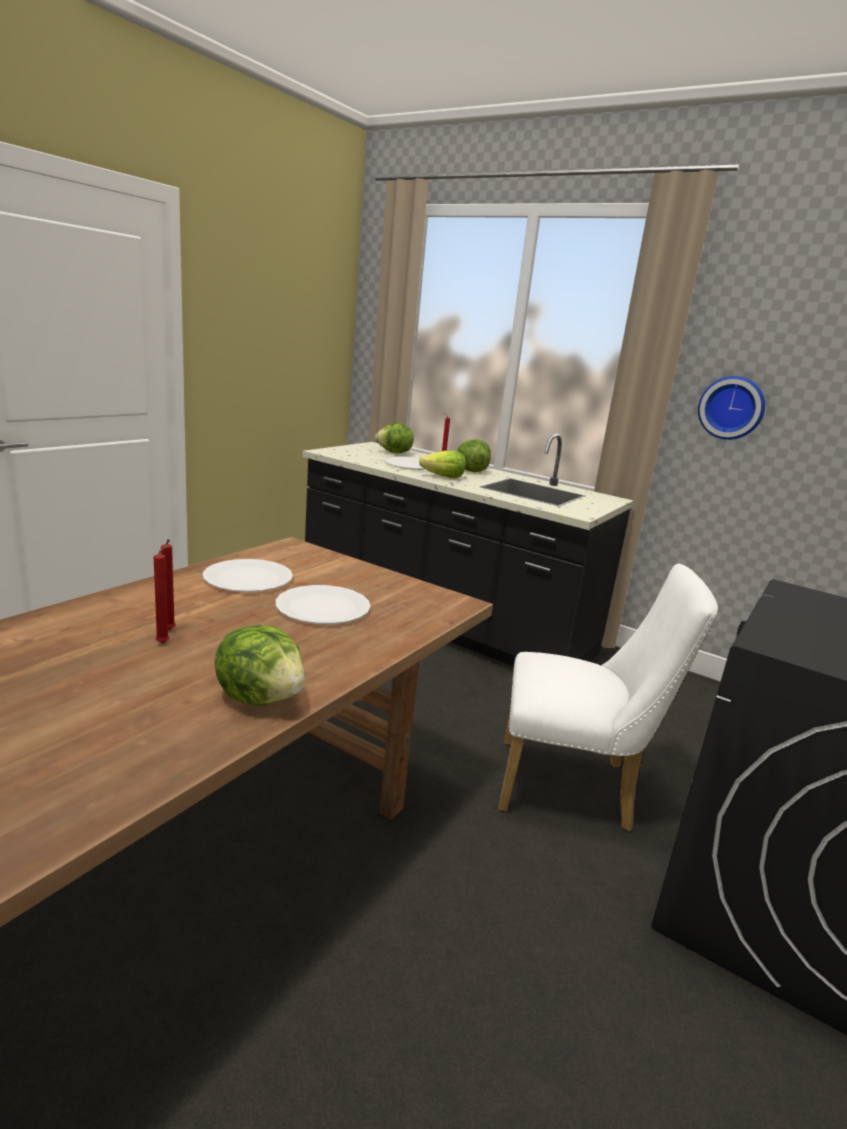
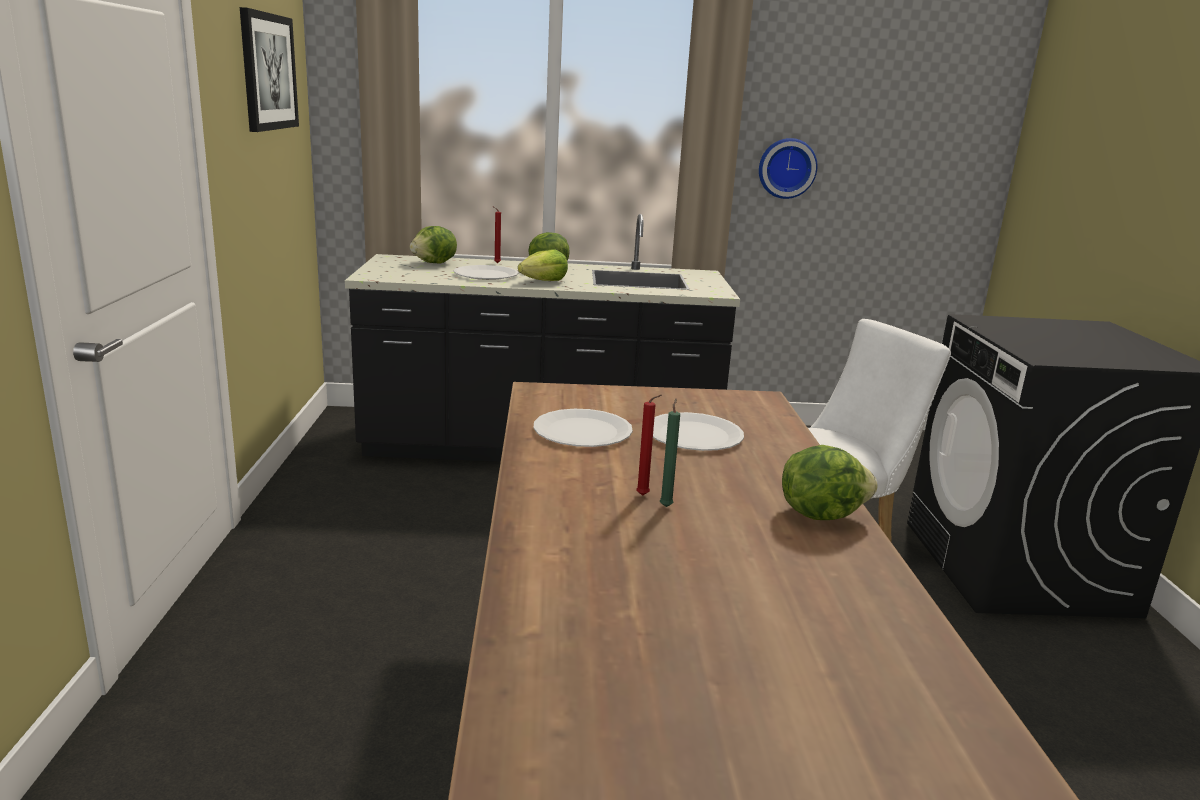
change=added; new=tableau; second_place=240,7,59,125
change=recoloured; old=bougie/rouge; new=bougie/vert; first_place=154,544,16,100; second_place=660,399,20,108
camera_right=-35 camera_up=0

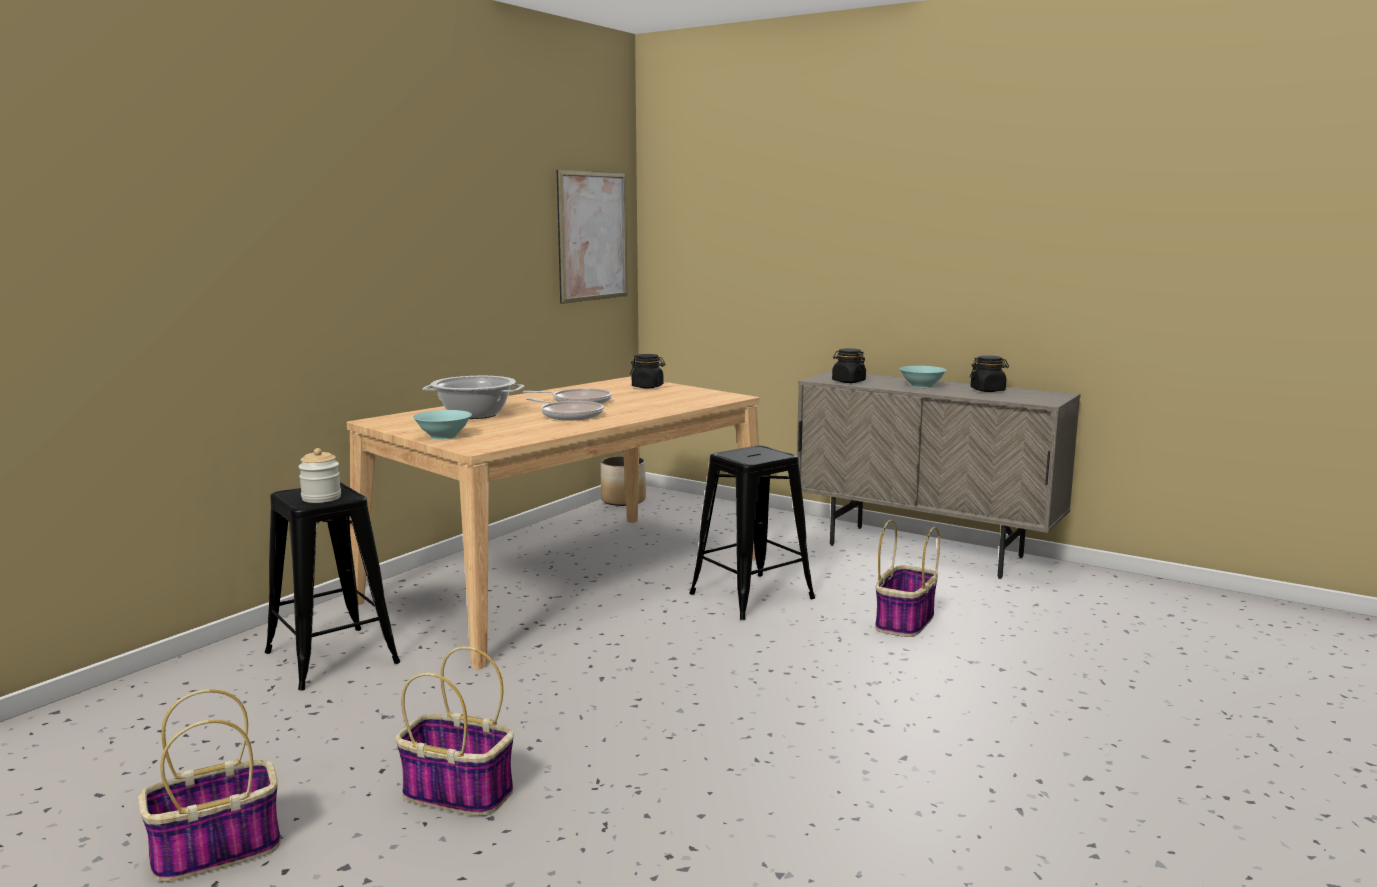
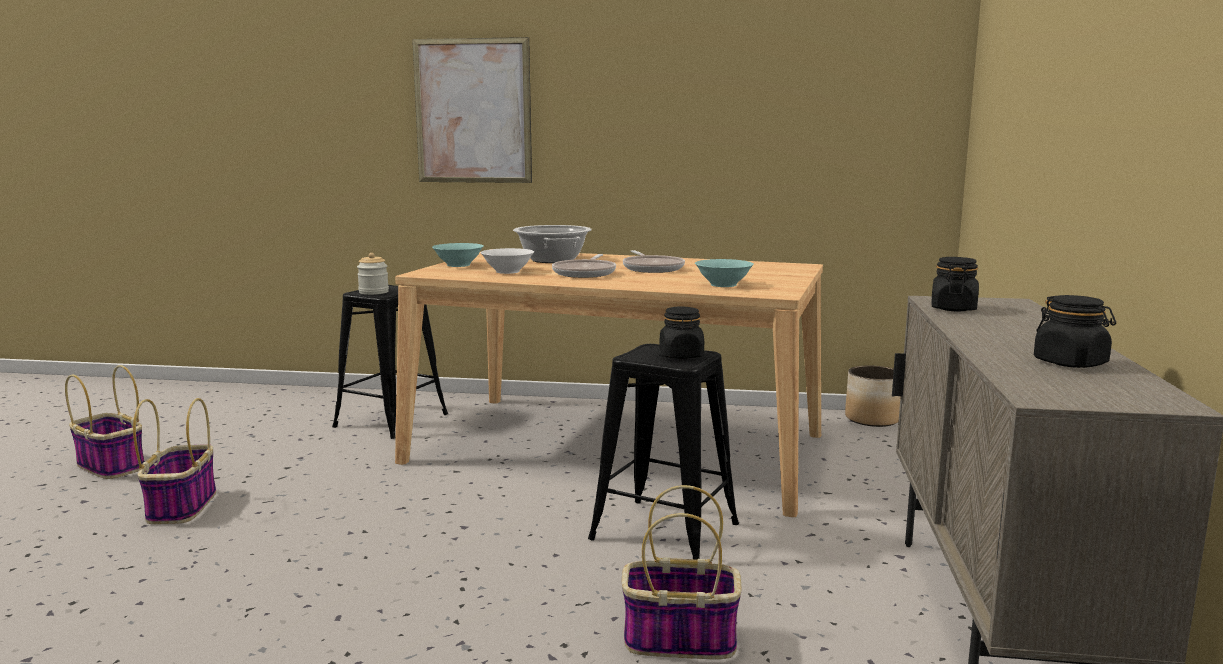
change=moved; old=tableau; first_place=557,169,71,135; second_place=412,37,120,146
change=added; new=bol/blanc; second_place=480,248,54,26
change=moved; old=bocal/noir; first_place=630,354,36,34; second_place=659,306,45,53
change=moved; old=bol/turquoise; first_place=899,366,48,22; second_place=695,259,59,28
camera_right=65 camera_up=0

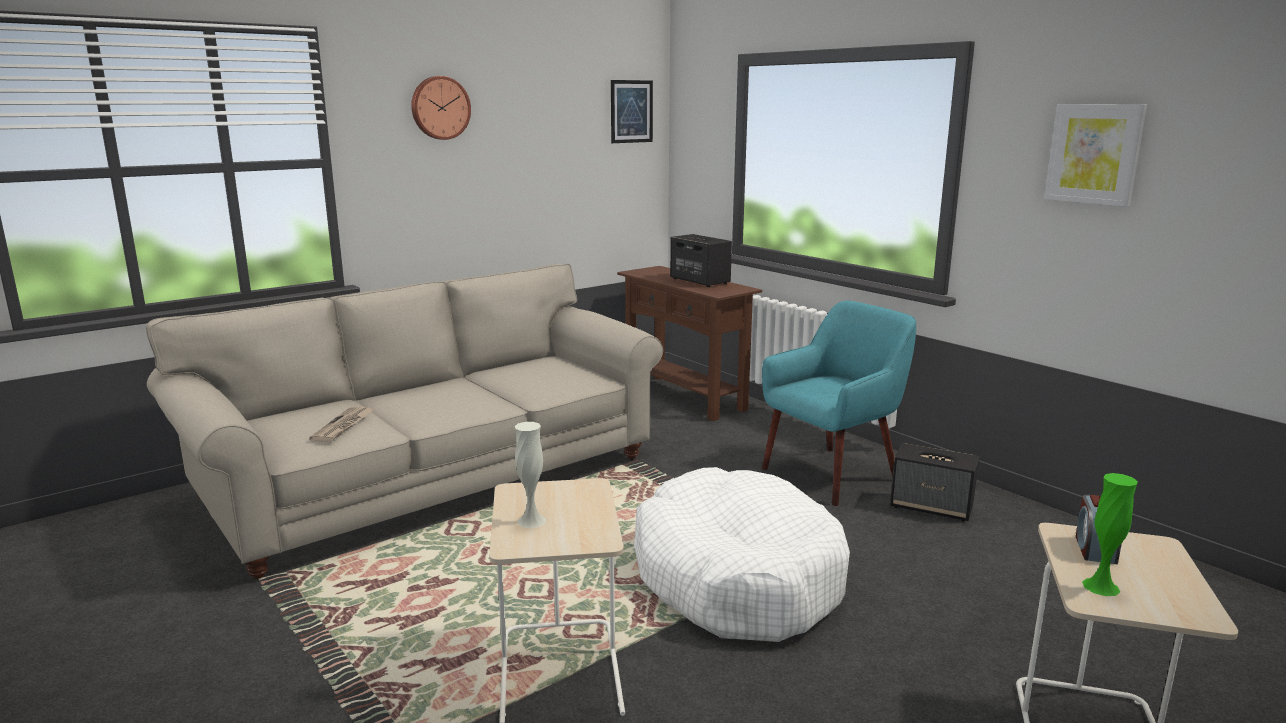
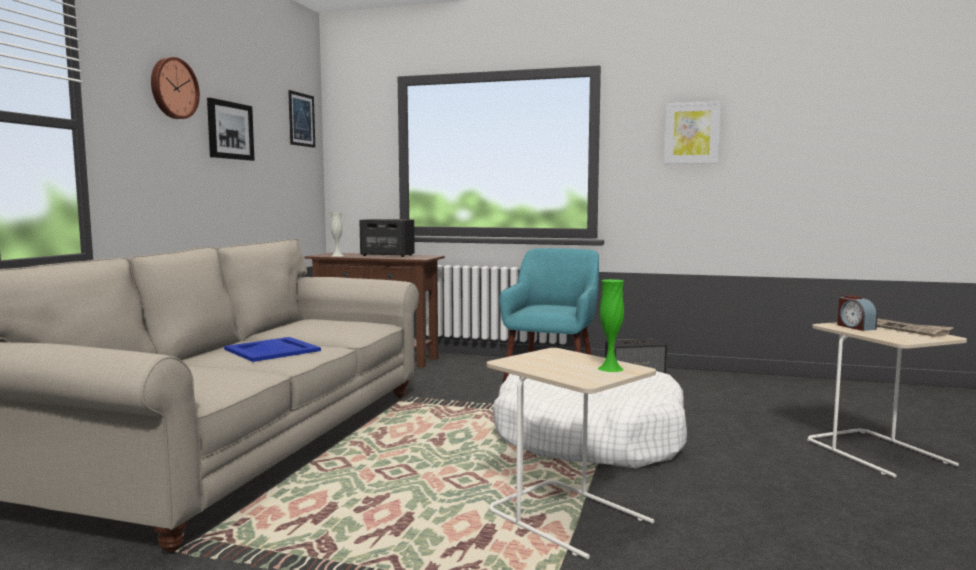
change=added; new=tableau; second_place=207,98,48,63
change=added; new=plateau/bleu; second_place=224,337,97,25
change=moved; old=vase/blanc; first_place=514,422,32,106; second_place=331,212,12,45
change=moved; old=vase/vert; first_place=1082,473,56,123; second_place=598,279,26,93
change=moved; old=journal; first_place=309,406,65,36; second_place=877,318,77,19
camera_right=-35 camera_up=-10

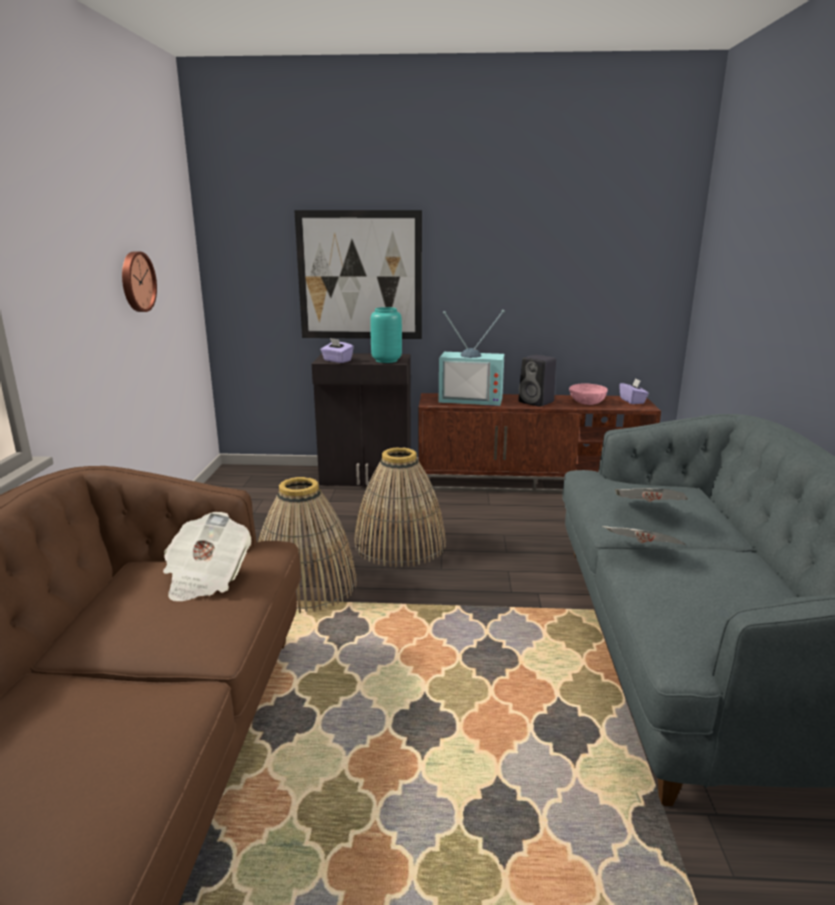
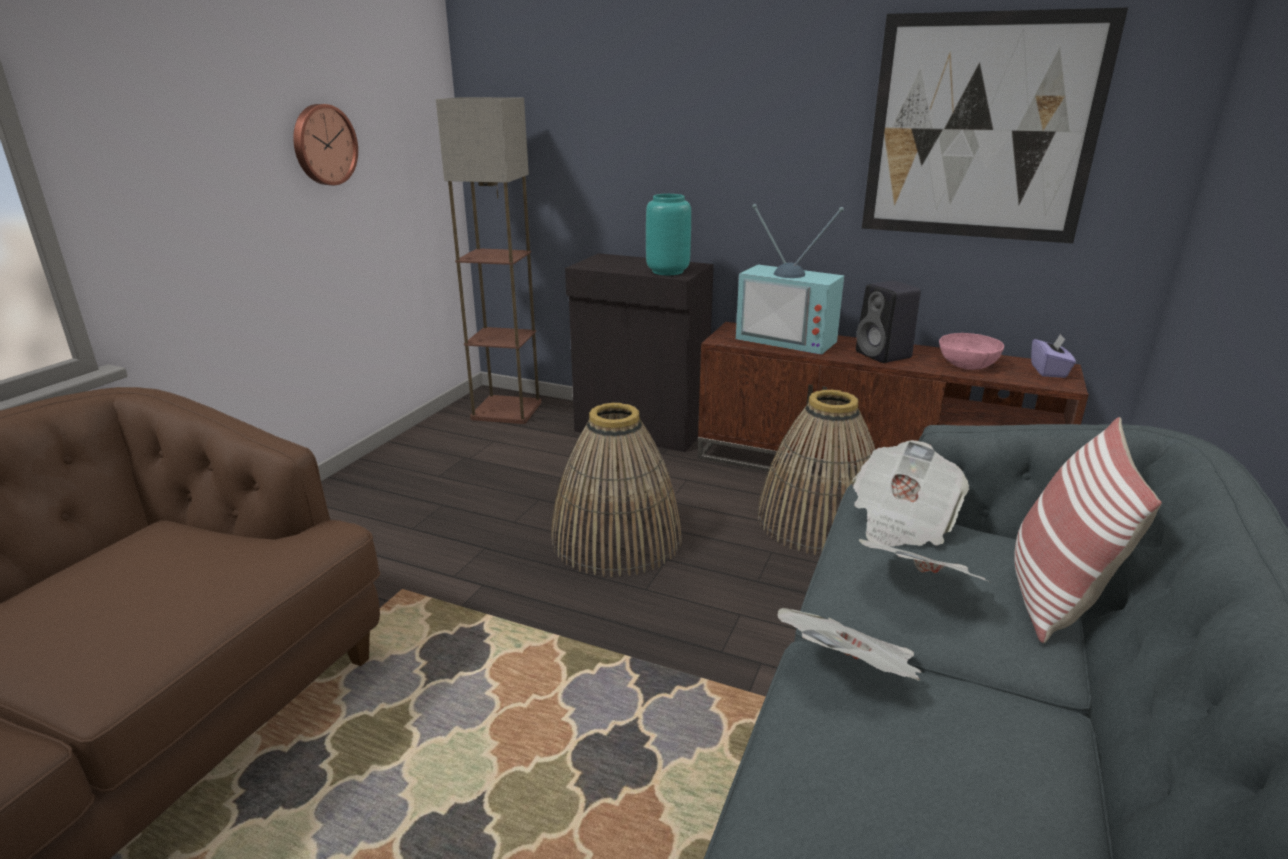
change=added; new=lampadaire; second_place=436,97,106,327
change=moved; old=panier; first_place=258,477,99,136; second_place=757,390,119,165
change=moved; old=journal; first_place=163,512,88,89; second_place=852,440,117,107
change=moved; old=tableau; first_place=294,210,128,129; second_place=862,8,266,235
change=added; new=coussin; second_place=1014,417,148,226
change=removed; old=boîte à mouchoirs/violet; first_place=321,338,33,25
camera_right=20 camera_up=5

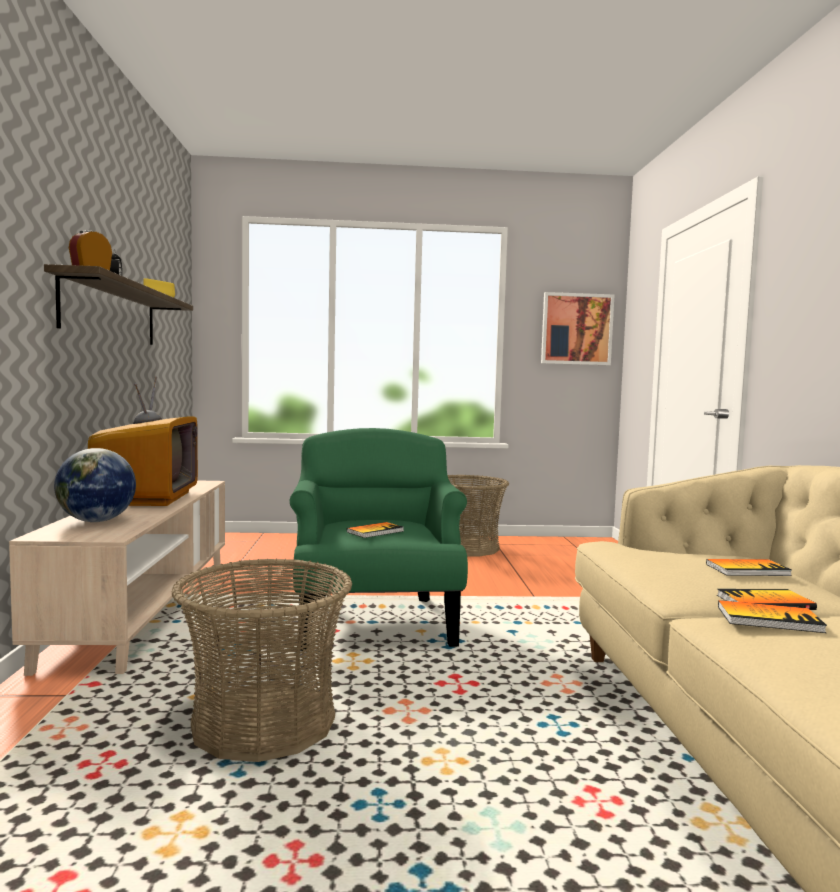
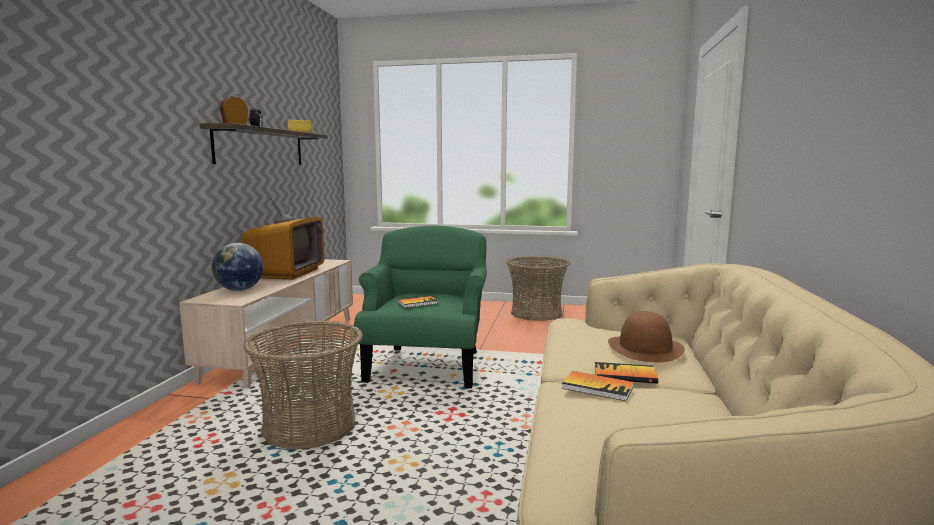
change=replaced; old=livre; new=chapeau/marron; first_place=706,559,86,17; second_place=608,311,77,51
change=removed; old=tableau; first_place=541,292,73,73
camera_right=15 camera_up=5

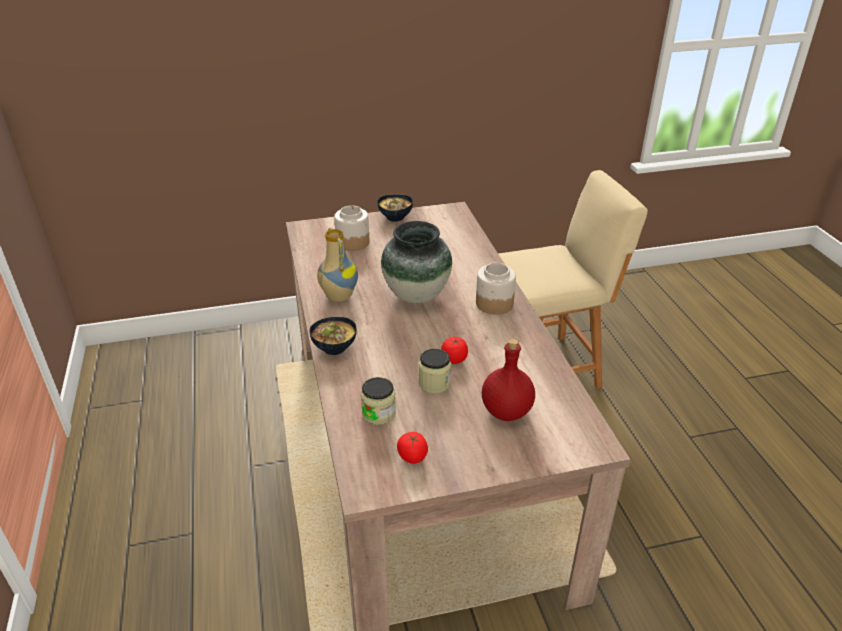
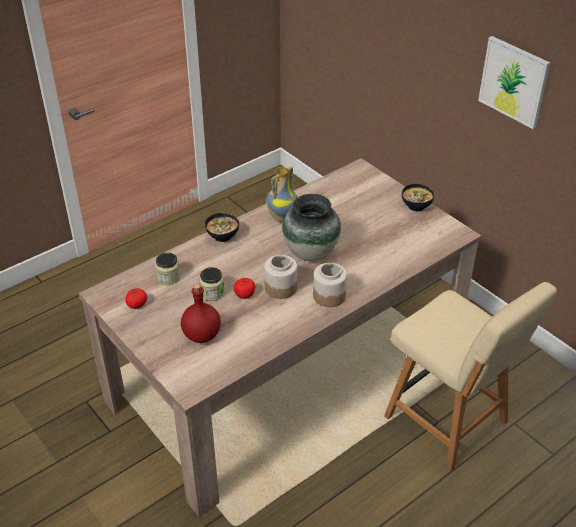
change=moved; old=bocal; first_place=334,206,35,45; second_place=264,255,33,44
change=added; new=tableau; second_place=478,36,72,93
camera_right=65 camera_up=5

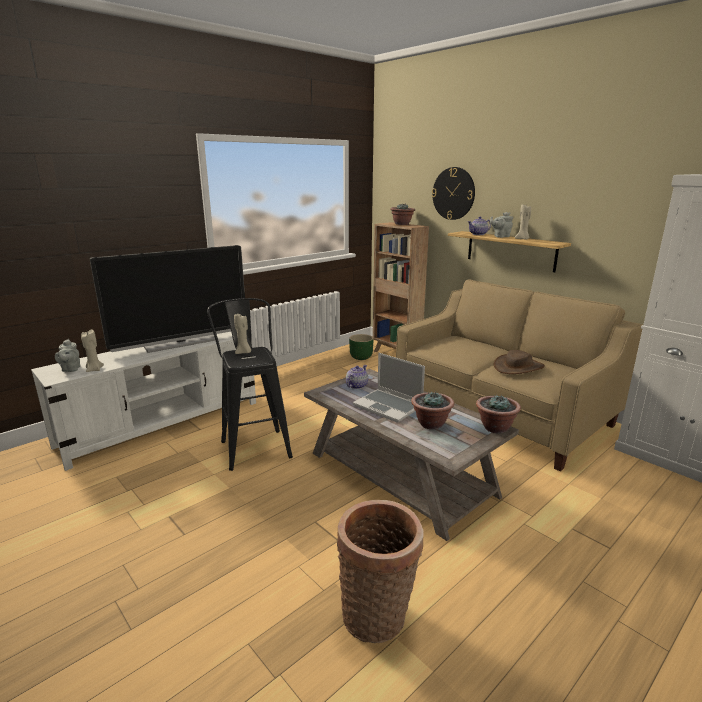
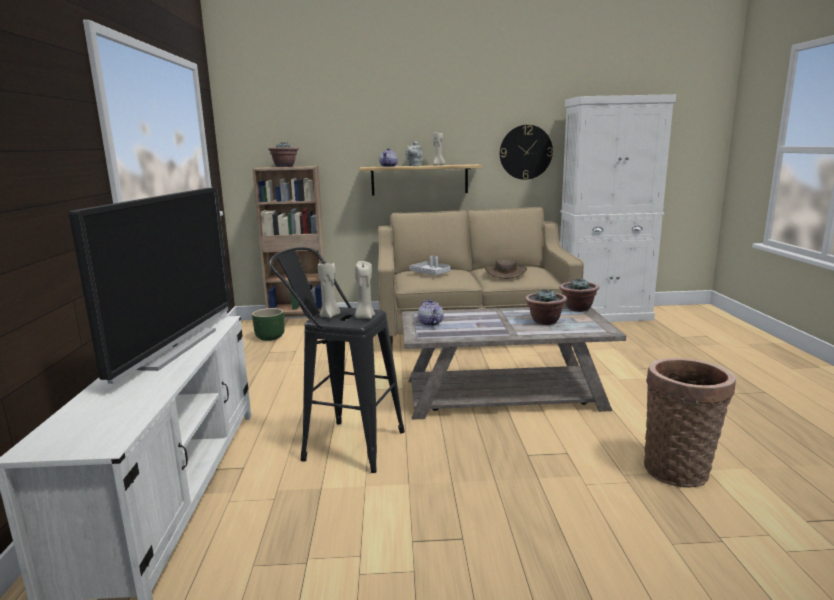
change=moved; old=bougie/beige; first_place=81,330,23,42; second_place=355,261,20,58
change=added; new=plateau/gris; second_place=409,256,41,19
change=moved; old=horloge murale; first_place=432,167,43,53; second_place=500,125,53,55
change=removed; old=théière/gris; first_place=55,339,26,33
change=removed; old=ordinateur portable; first_place=353,353,72,70
camera_right=-50 camera_up=-5

